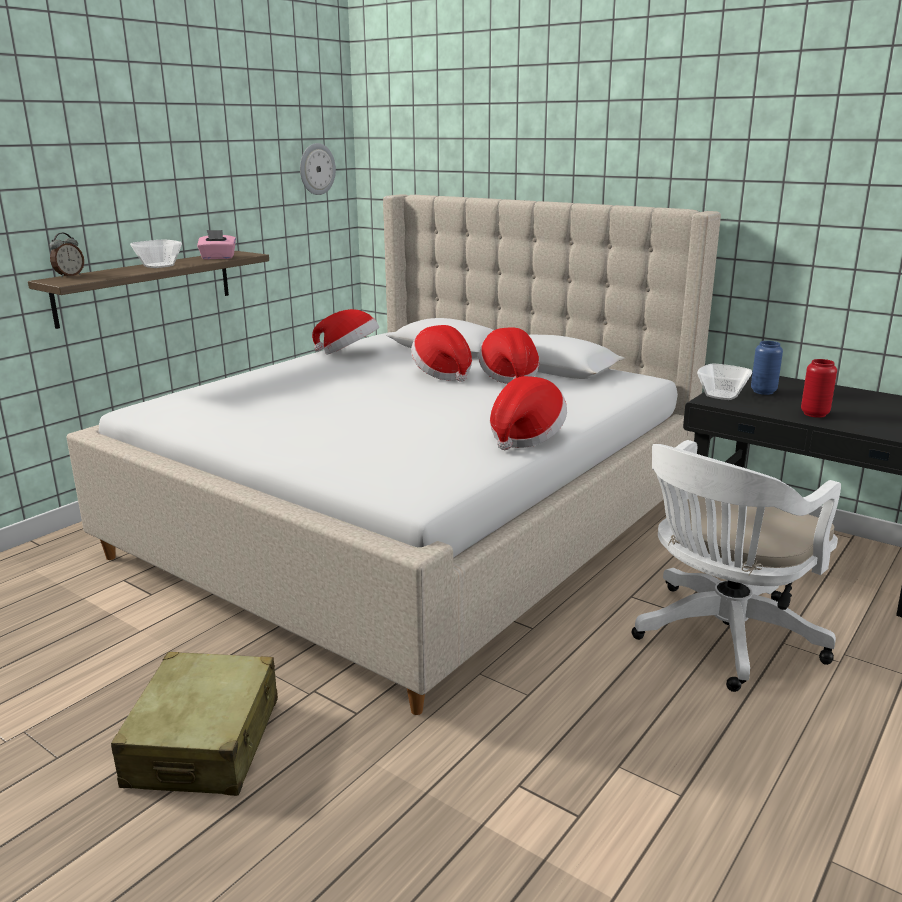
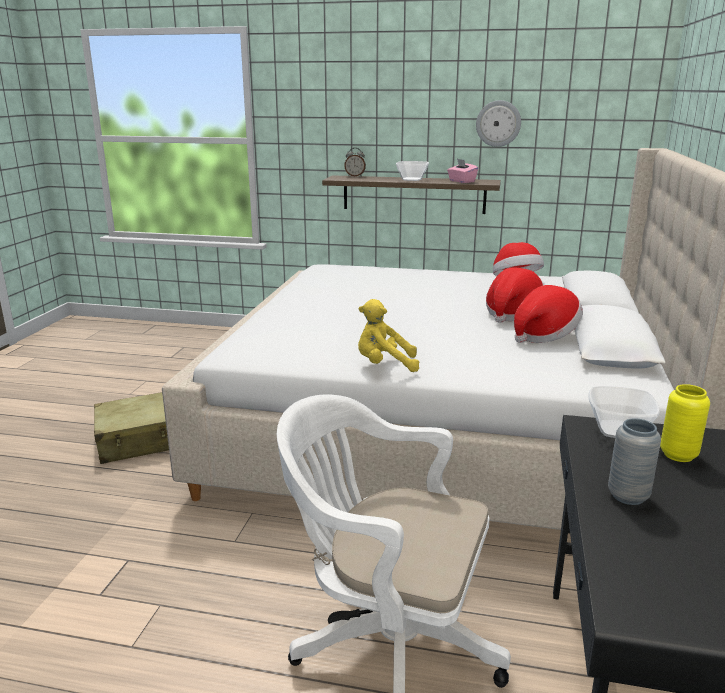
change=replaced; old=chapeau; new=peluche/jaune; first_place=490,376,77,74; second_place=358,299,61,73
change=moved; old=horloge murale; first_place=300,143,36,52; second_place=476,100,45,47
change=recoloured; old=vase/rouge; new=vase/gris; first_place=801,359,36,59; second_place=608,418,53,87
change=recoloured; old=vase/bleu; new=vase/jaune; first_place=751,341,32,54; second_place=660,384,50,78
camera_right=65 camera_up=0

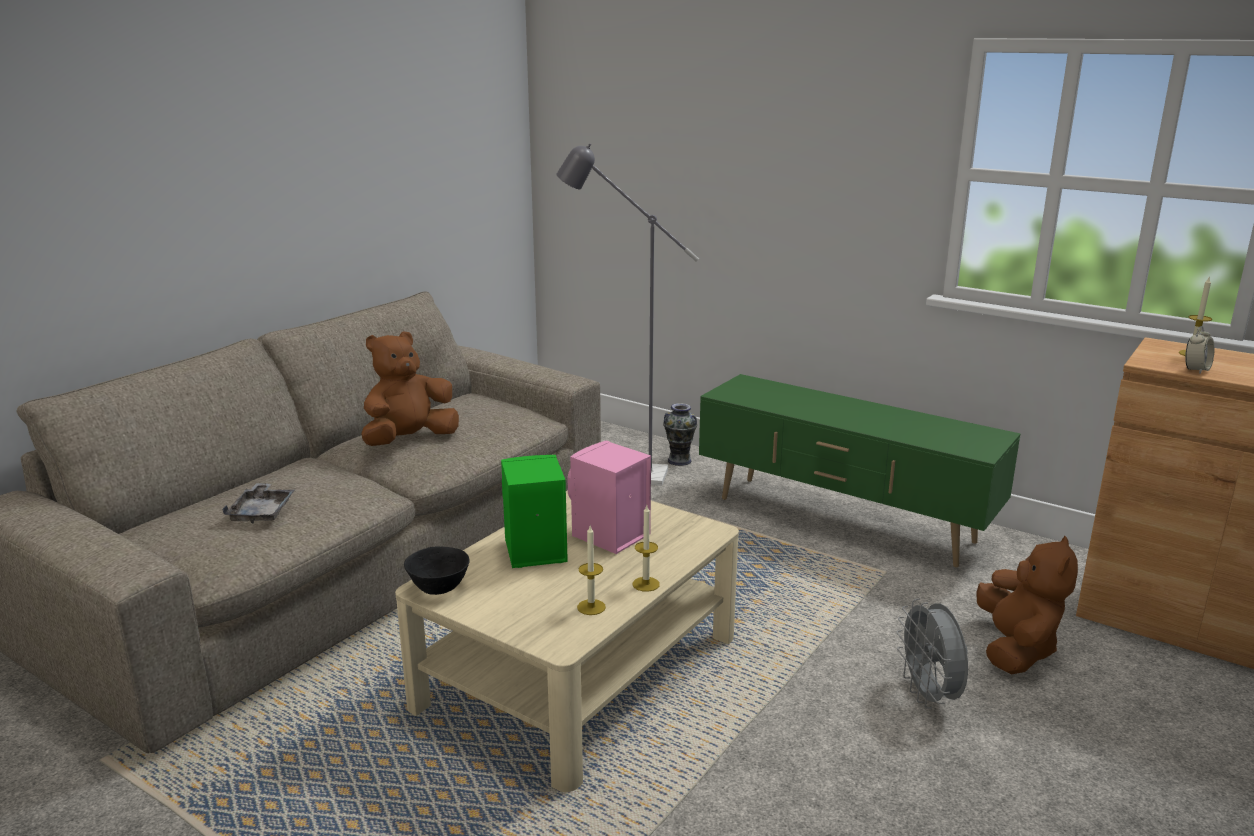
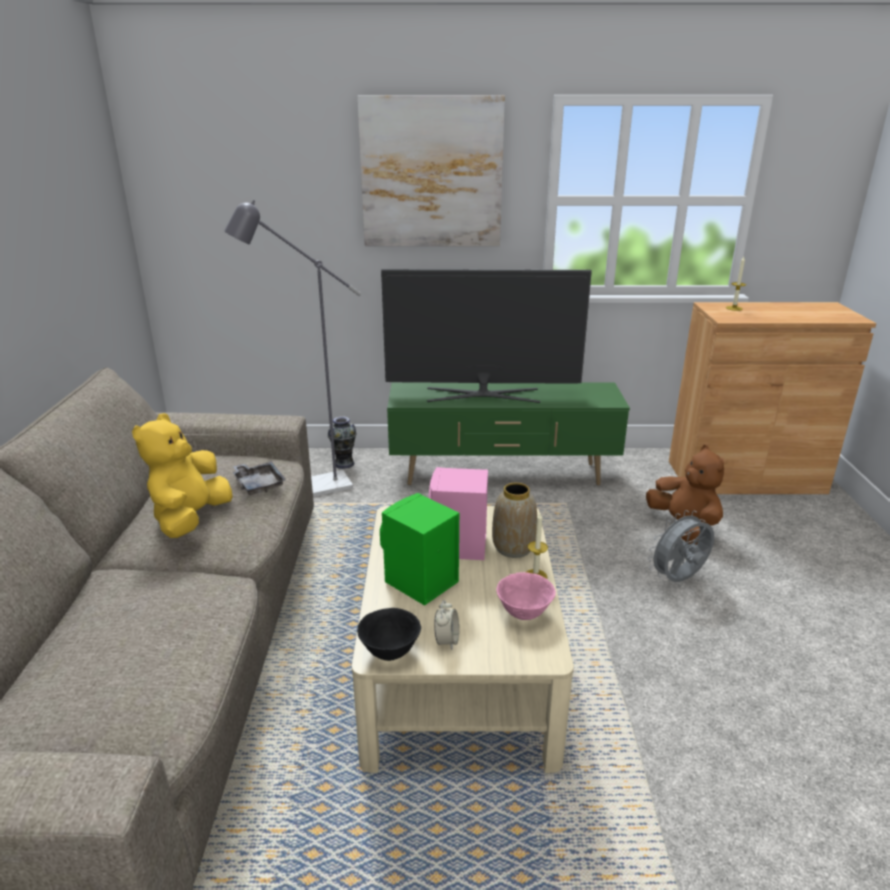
change=recoloured; old=peluche/marron; new=peluche/jaune; first_place=361,331,98,115; second_place=132,413,100,125
change=moved; old=plateau/gris; first_place=222,483,73,40; second_place=233,462,53,33
change=added; new=tableau; second_place=357,95,148,151
change=added; new=téléviseur; second_place=381,269,211,134
change=moved; old=réveil; first_place=1185,326,29,48; second_place=434,600,25,50
change=added; new=vase; second_place=492,483,45,75
change=replaced; old=bougie; new=bol/rose; first_place=577,526,29,89; second_place=496,572,60,48
change=turned; old=ventilateur/gris; first_place=897,598,71,111; second_place=648,510,66,72; degrees=105
camera_right=-35 camera_up=5

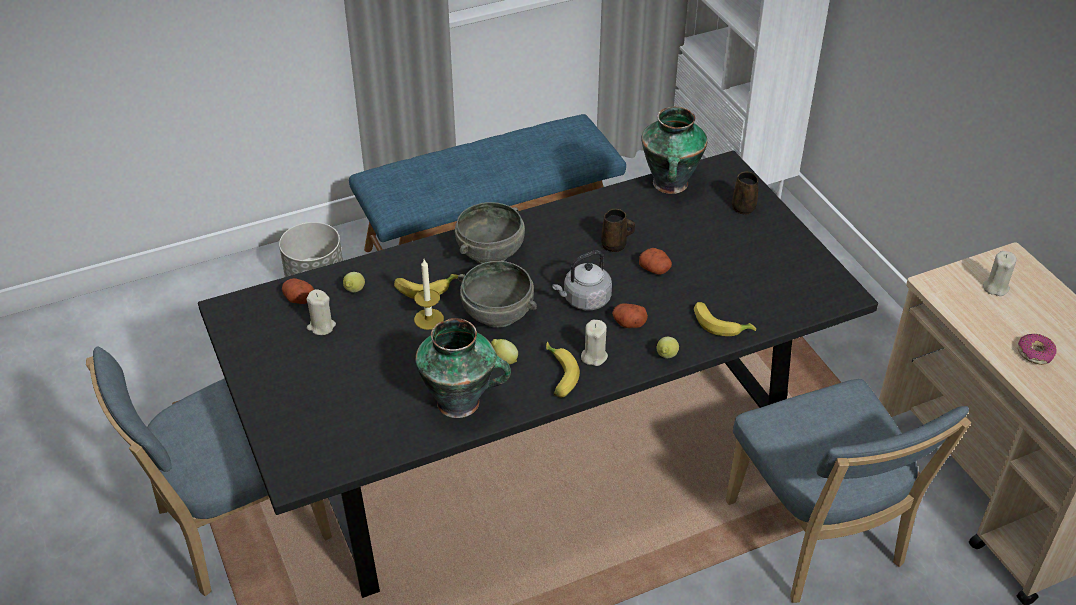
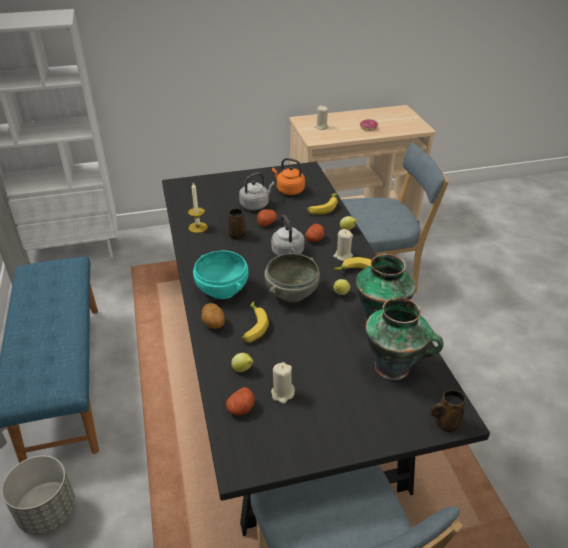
change=moved; old=bougie; first_place=414,259,30,71; second_place=188,183,20,50
change=recoloured; old=bol/gris; new=bol/turquoise; first_place=455,202,70,62; second_place=193,251,55,48
change=added; new=pomme de terre; second_place=201,303,24,26
change=added; new=bouilloire/gris; second_place=239,172,36,38
change=added; new=bouilloire/orange; second_place=272,158,33,37
change=moved; old=vase; first_place=641,106,66,88; second_place=366,298,78,82
change=moved; old=mug/marron; first_place=732,172,26,43; second_place=430,390,36,43
camera_right=-80 camera_up=-5

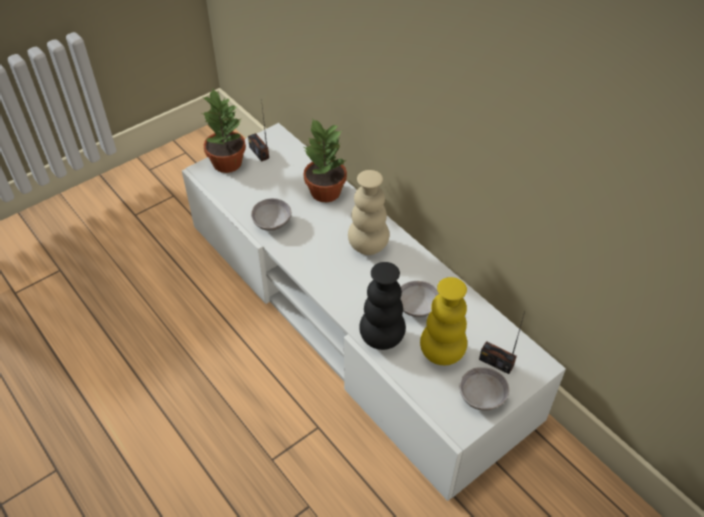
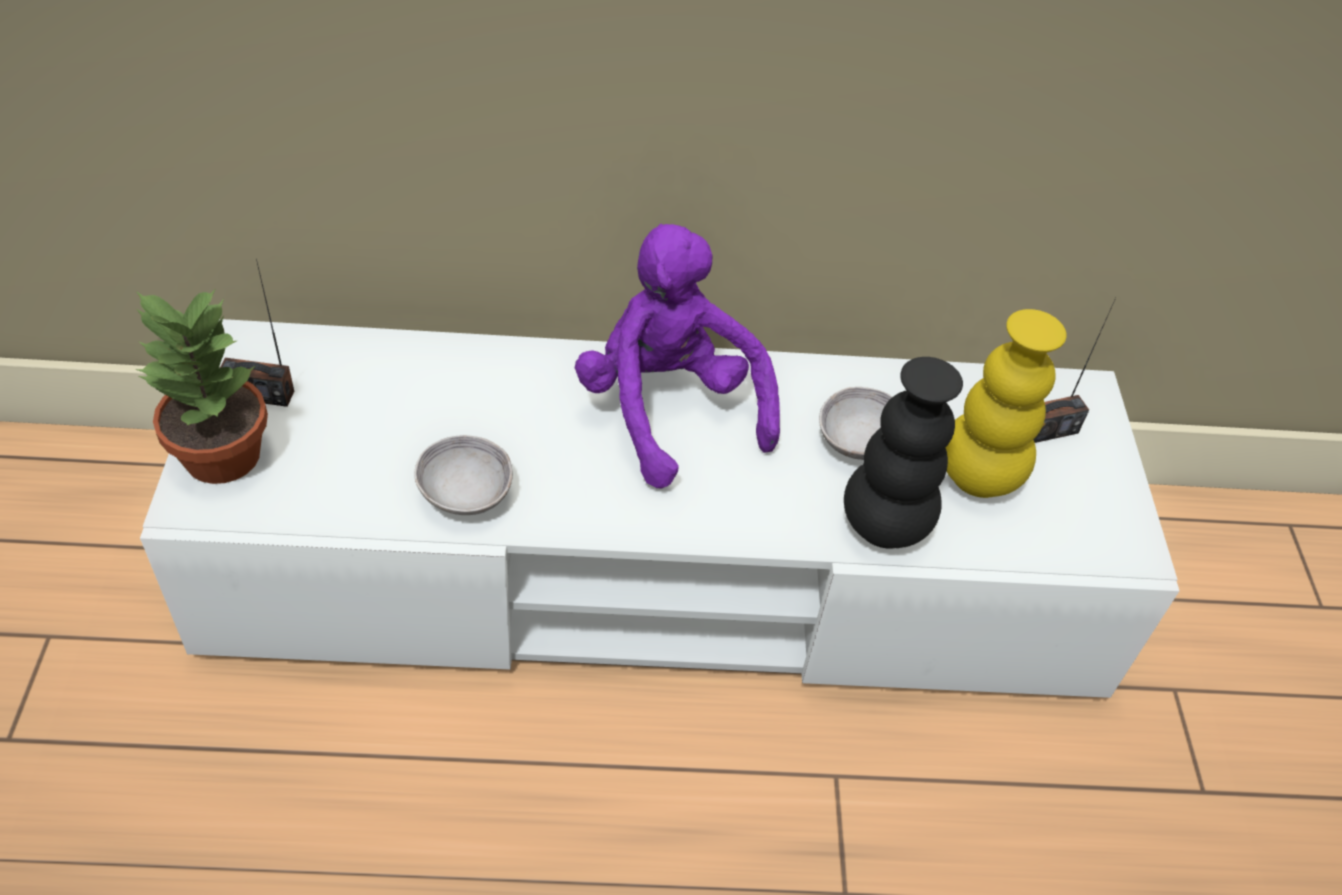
change=replaced; old=vase/beige; new=peluche/violet; first_place=348,170,41,85; second_place=575,224,205,264
change=removed; old=plante en pot; first_place=303,118,44,84
change=removed; old=bol/gris; first_place=460,367,49,44
camera_right=-55 camera_up=0

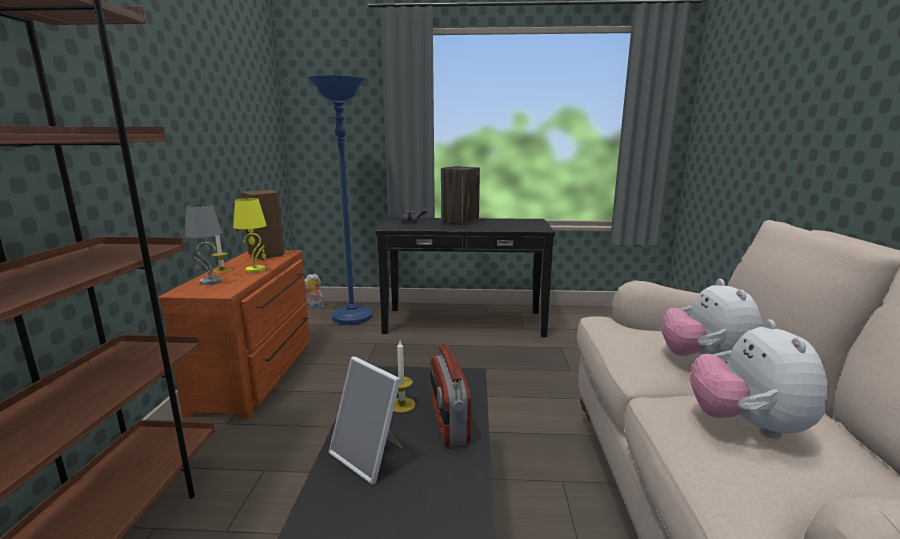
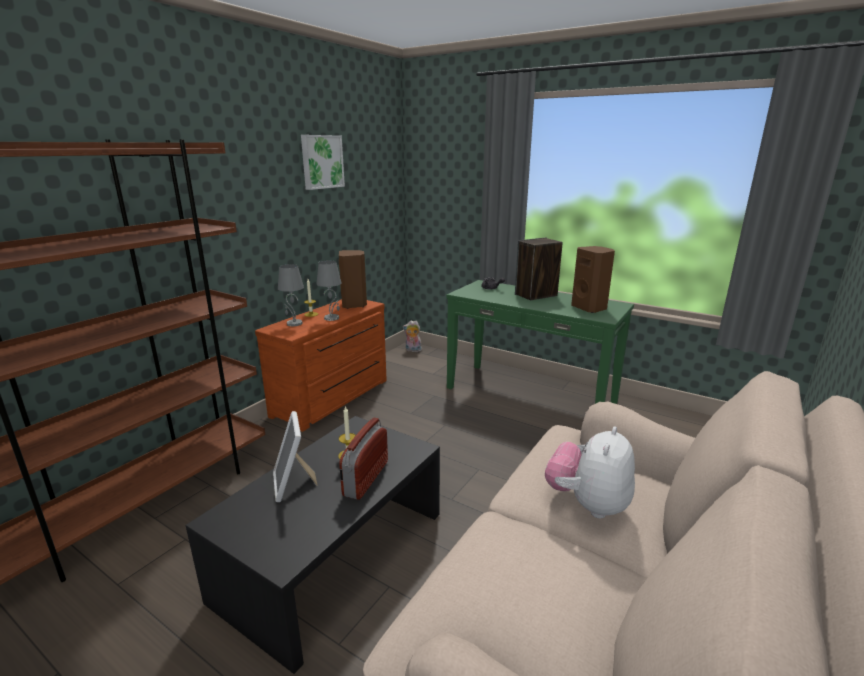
change=added; new=tableau; second_place=301,135,44,55
change=recoloured; old=lampe de table/jaune; new=lampe de table/gris; first_place=233,198,34,75; second_place=316,261,25,60
change=recoloured; old=table console/noir; new=table console/vert; first_place=376,218,179,119; second_place=446,280,188,124
change=added; new=enceinte/marron; second_place=571,246,44,67
change=removed; old=lampadaire/bleu; first_place=307,75,65,250
change=removed; old=peluche; first_place=690,319,138,120
camera_right=30 camera_up=5

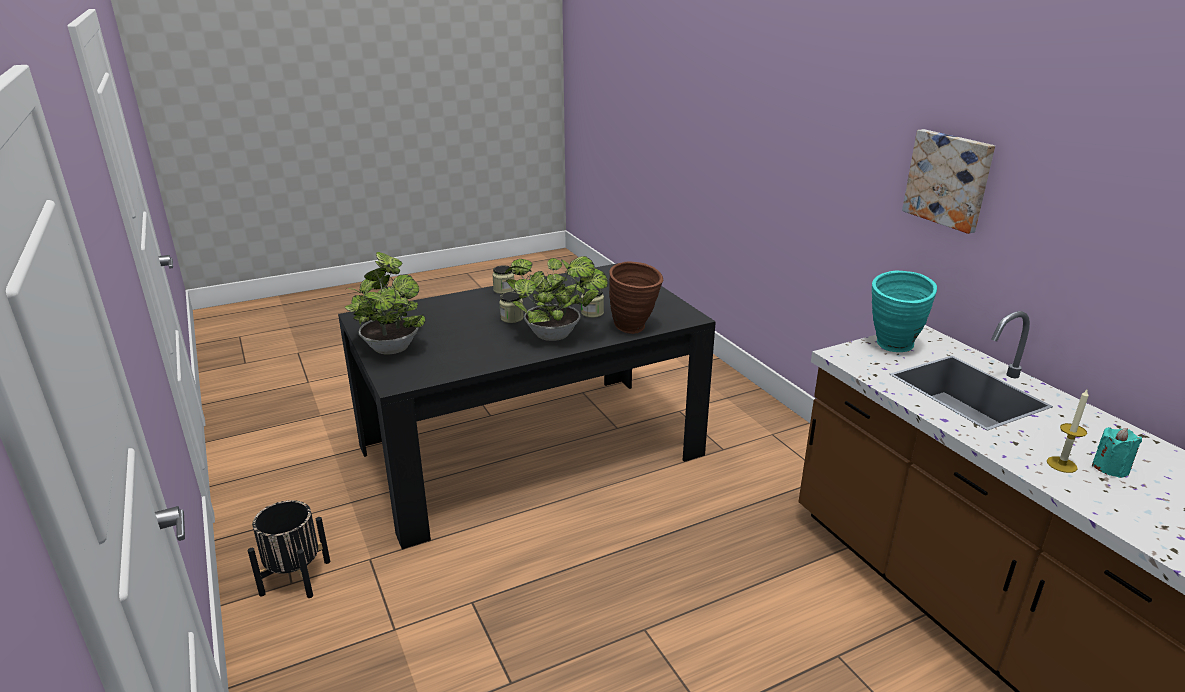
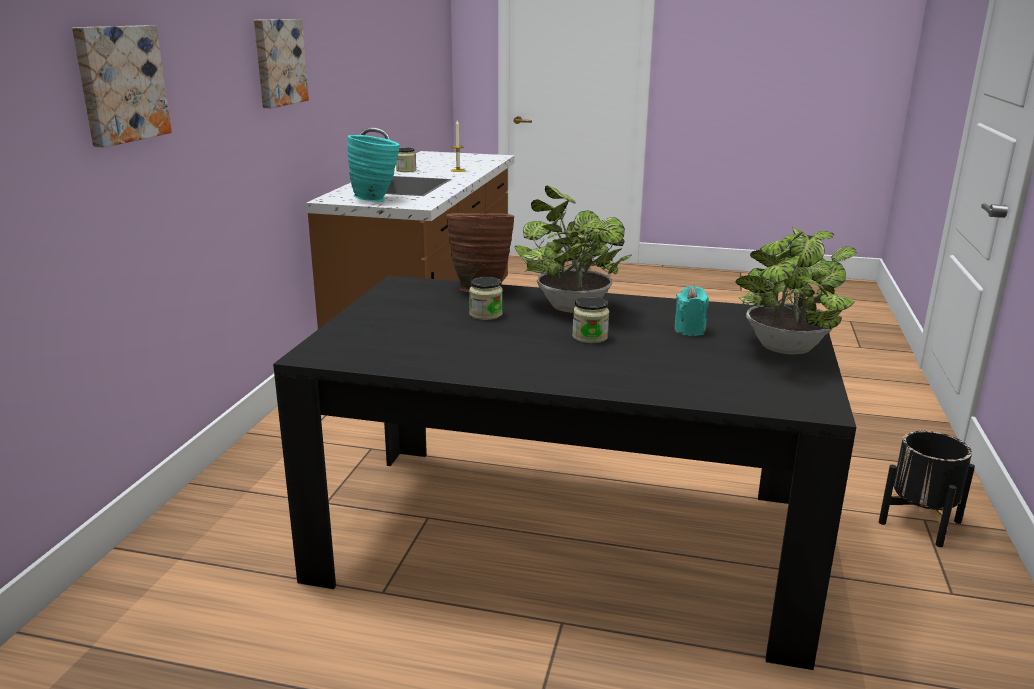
change=added; new=tableau; second_place=72,25,100,123
change=moved; old=bocal; first_place=492,265,22,29; second_place=396,147,20,25
change=moved; old=bougie/turquoise; first_place=1092,427,50,51; second_place=674,286,35,50
camera_right=-140 camera_up=-5

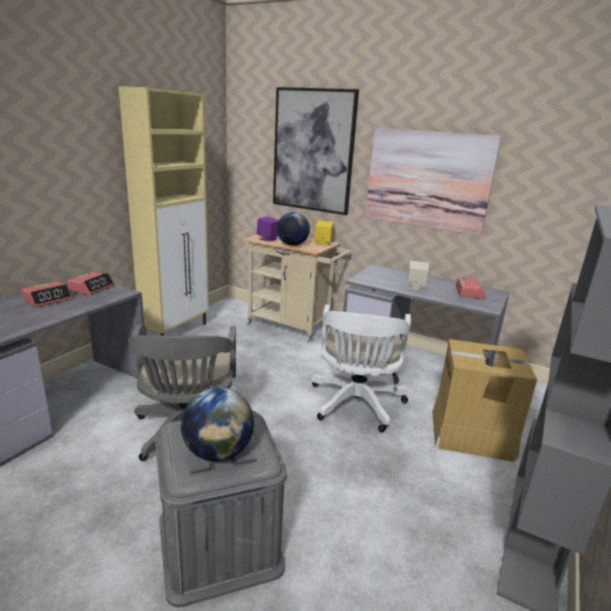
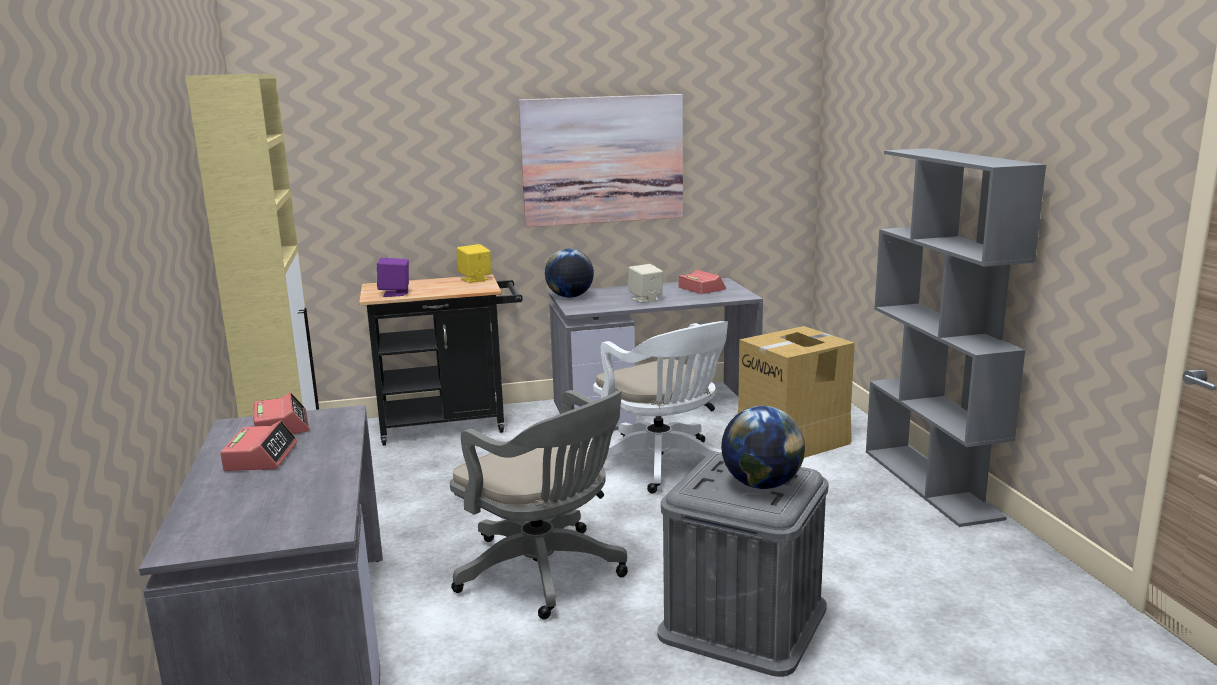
change=recoloured; old=chariot/beige; new=chariot/noir; first_place=244,235,107,107; second_place=359,274,164,172
change=moved; old=globe; first_place=277,212,33,34; second_place=545,249,49,49
change=removed; old=tableau; first_place=273,87,86,128
camera_right=-40 camera_up=-5

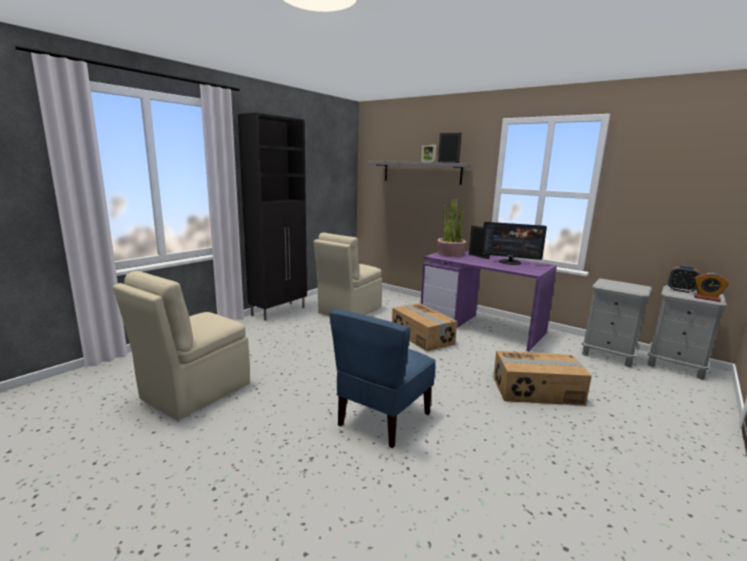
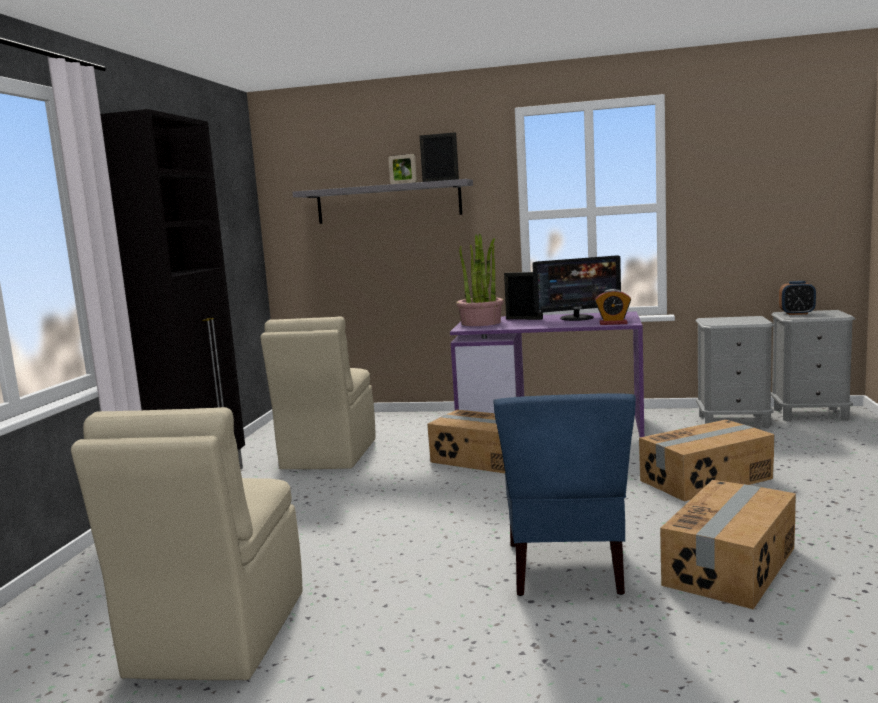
change=moved; old=réveil; first_place=694,273,35,29; second_place=595,289,36,36
change=added; new=carton; second_place=660,480,136,129
camera_right=-25 camera_up=-5

